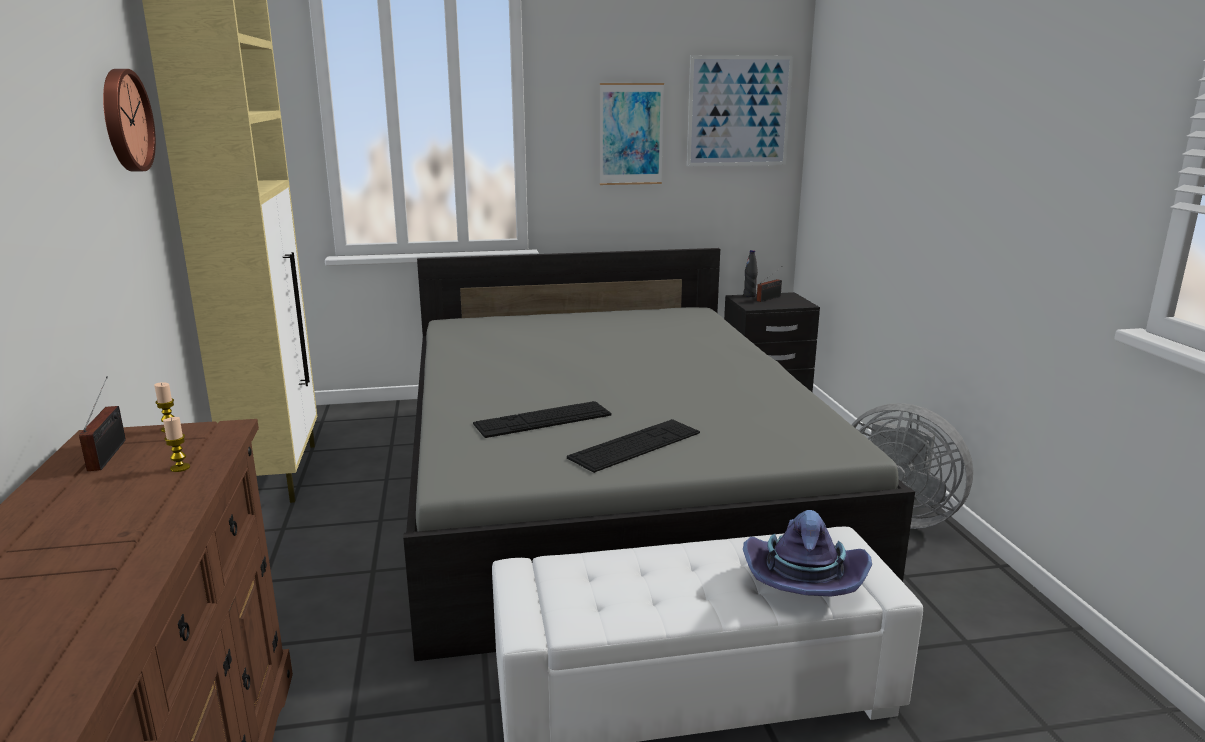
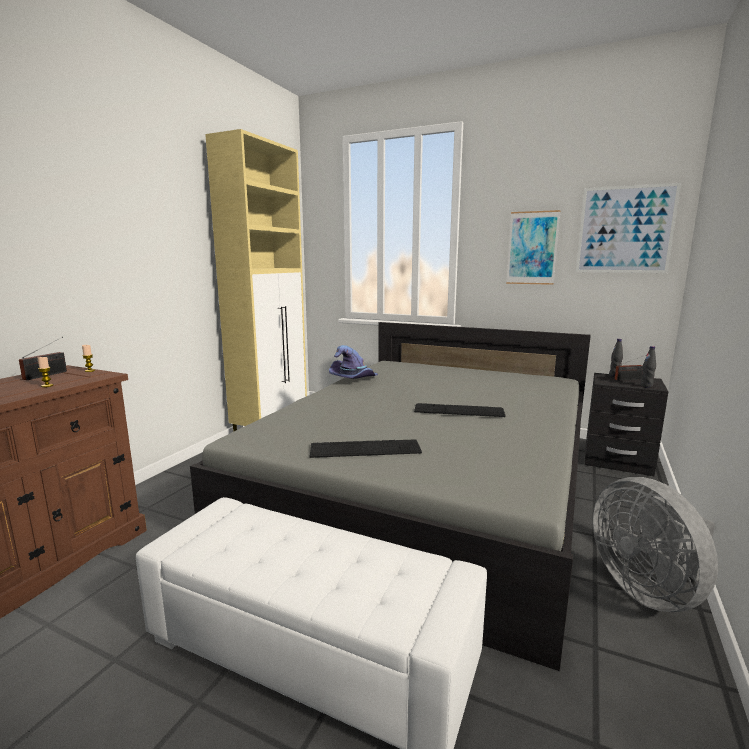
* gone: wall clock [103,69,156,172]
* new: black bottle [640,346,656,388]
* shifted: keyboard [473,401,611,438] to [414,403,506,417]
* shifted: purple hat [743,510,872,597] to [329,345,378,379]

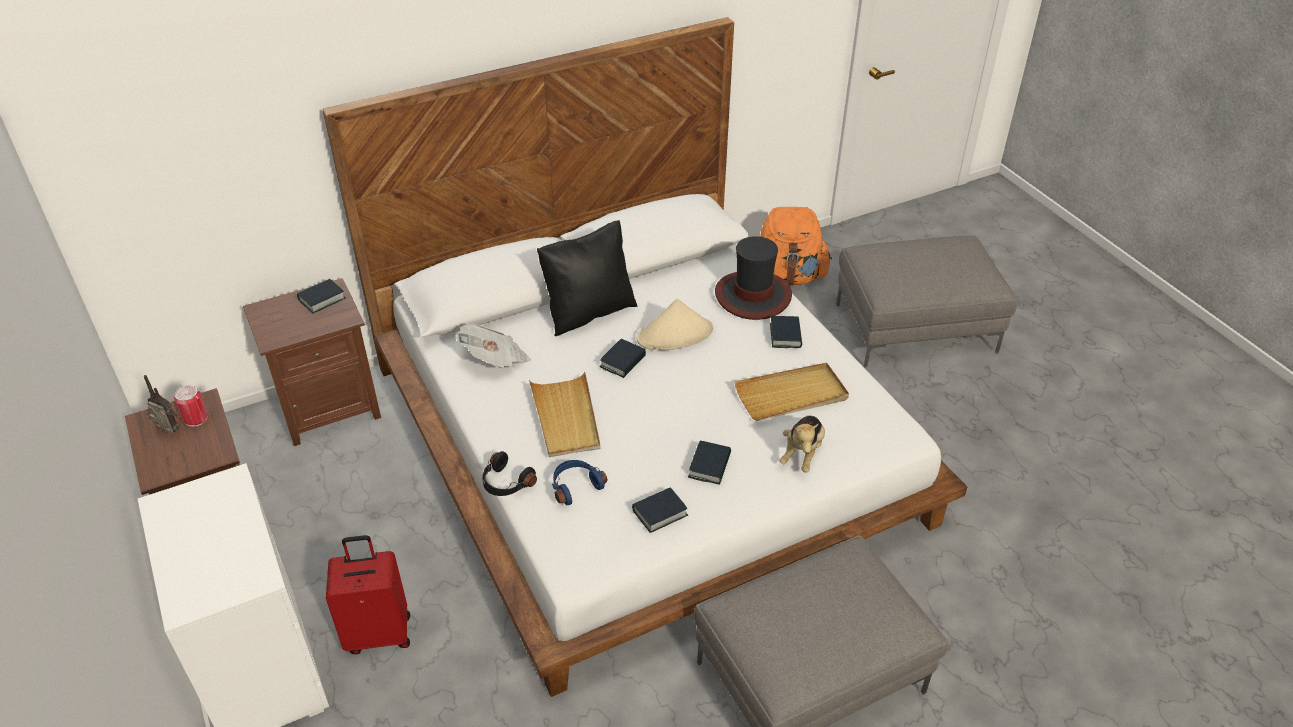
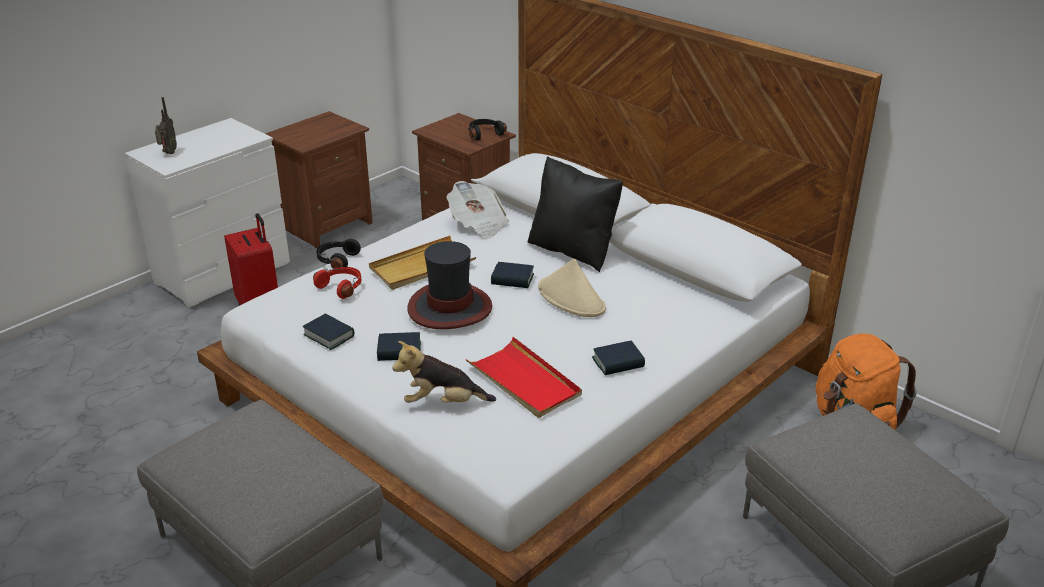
* gone: can [174,385,209,427]
* shifted: radio [144,375,180,434] to [155,97,177,154]
* shifted: hat [715,236,792,320] to [408,241,492,329]
* swapped: book [297,279,346,313] to black headphones [468,119,507,140]
* repainted: blue headphones [552,460,608,505] to red headphones [313,267,361,299]
* repainted: beige tray [735,363,849,421] to red tray [466,337,582,418]

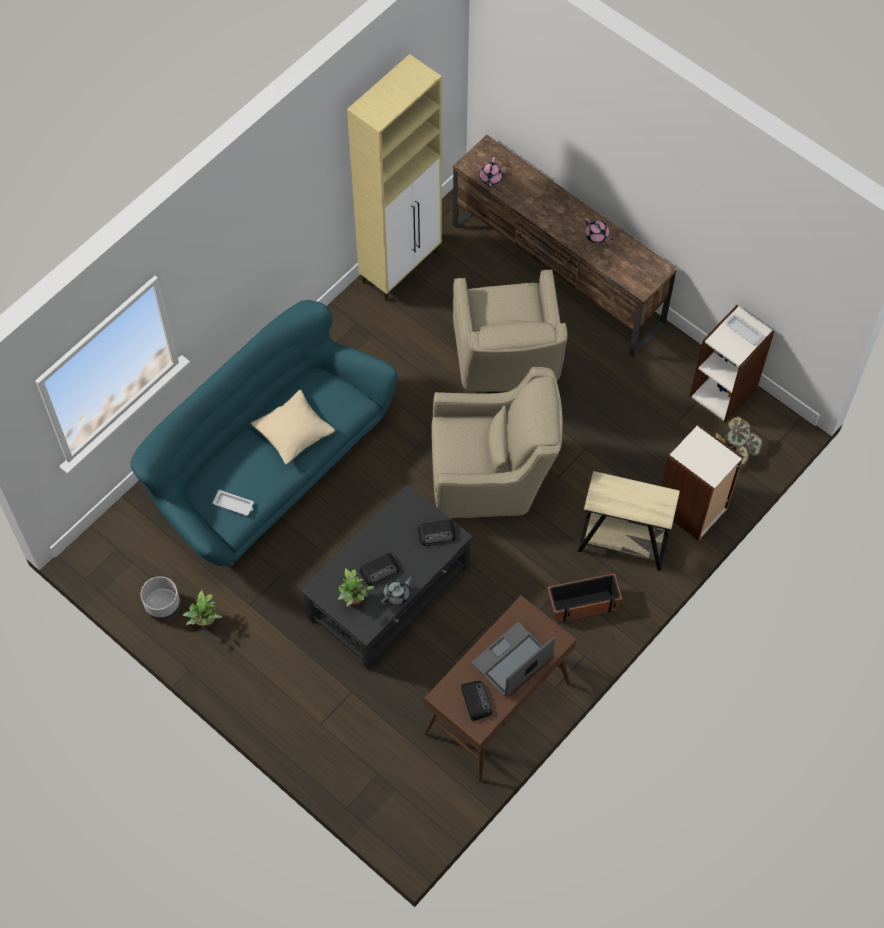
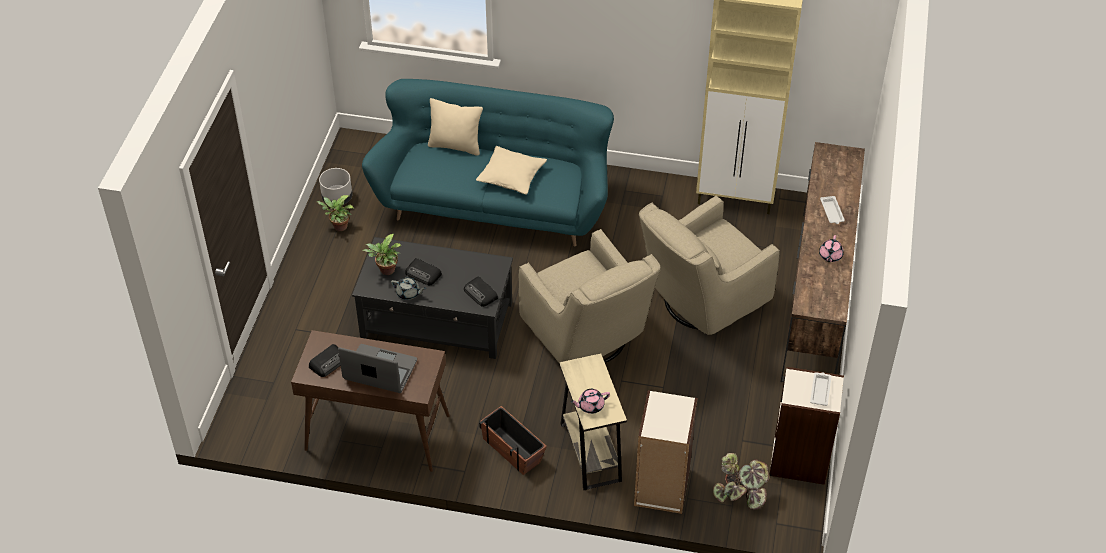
* new: beige pillow [428,98,483,156]
* shifted: white tray [213,490,254,516] to [820,196,845,224]
* shifted: pink teapot [479,157,503,186] to [571,389,610,414]

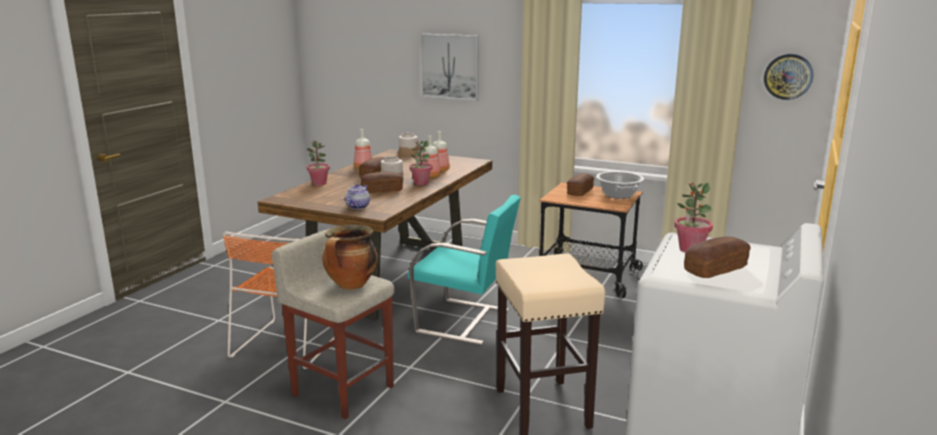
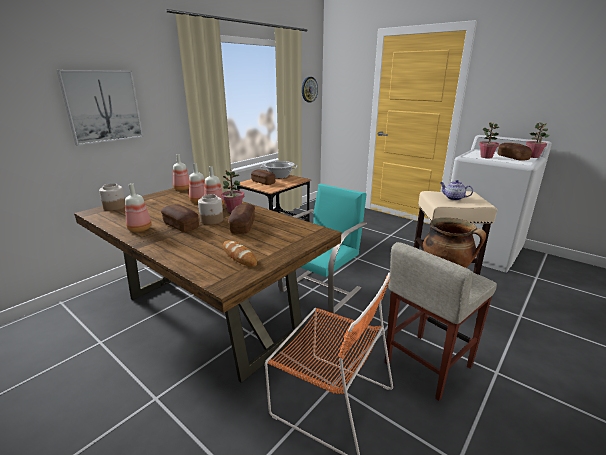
* new: bottle [173,154,189,191]
* new: bread [223,241,257,267]
* shifted: potted plant [306,140,330,186] to [526,122,549,158]
* shifted: teapot [345,184,370,209] to [440,180,473,201]

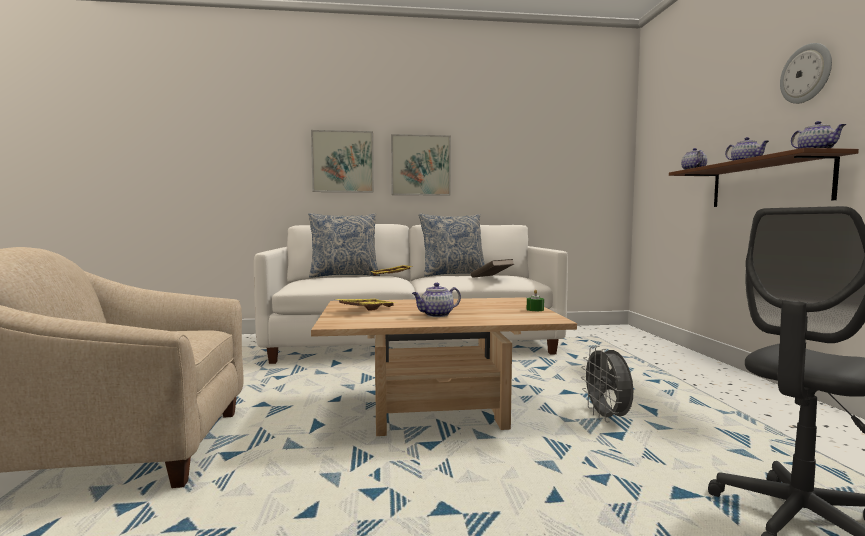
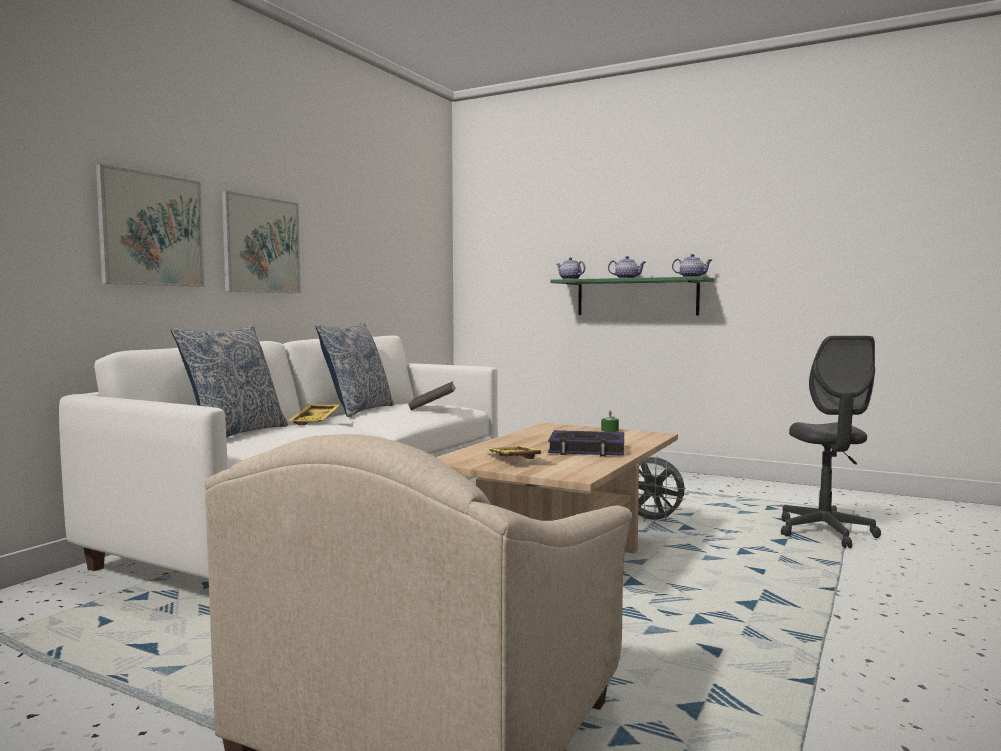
* gone: wall clock [780,43,832,104]
* swapped: teapot [412,283,461,317] to book [548,430,624,456]
* repainted: brown shelf [669,148,859,207] to green shelf [550,277,714,315]

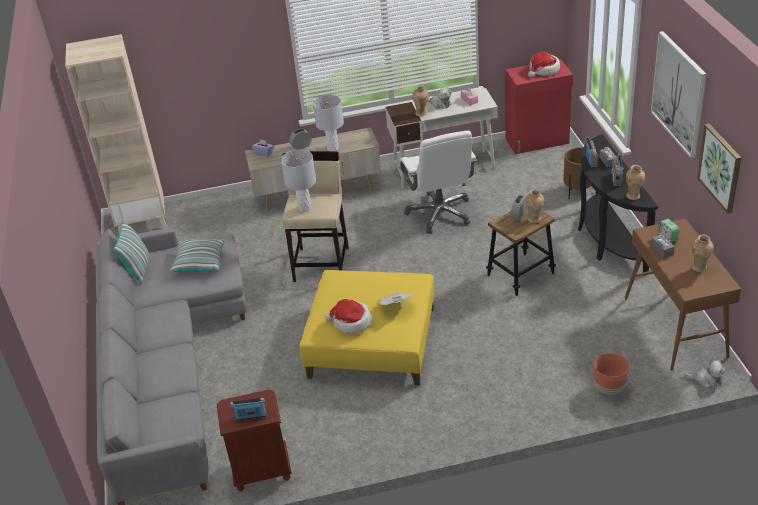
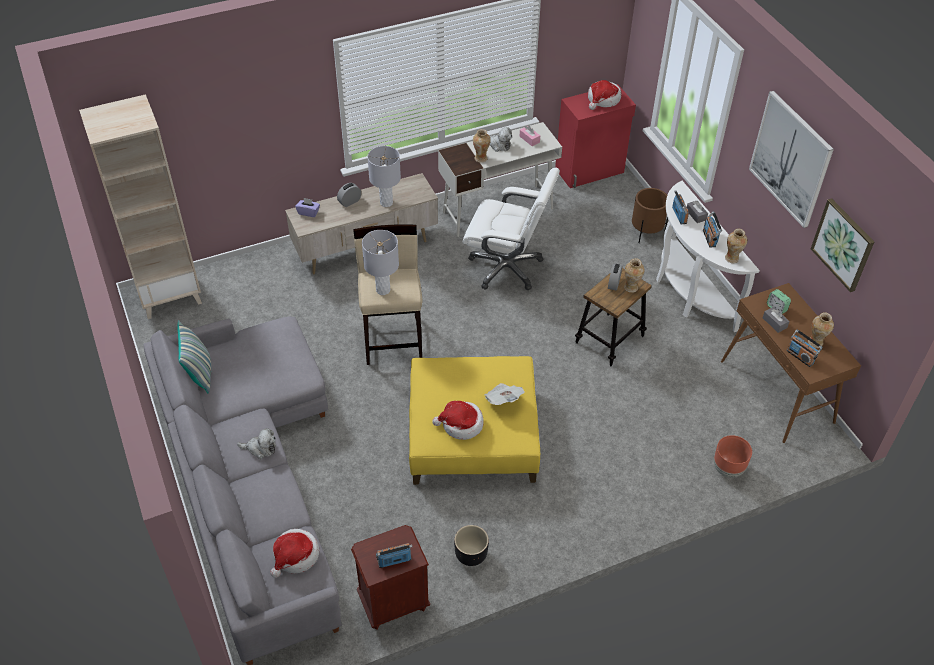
* gone: pillow [169,239,225,272]
* new: hat [270,529,319,578]
* new: black planter [454,525,489,566]
* new: radio [787,330,822,367]
* shifted: plush toy [684,360,726,389] to [237,428,276,459]
* repainted: black console table [578,134,658,272] to white console table [656,181,760,332]
* rotated: white office chair [400,131,477,234] = [463,168,560,290] 45 degrees counterclockwise

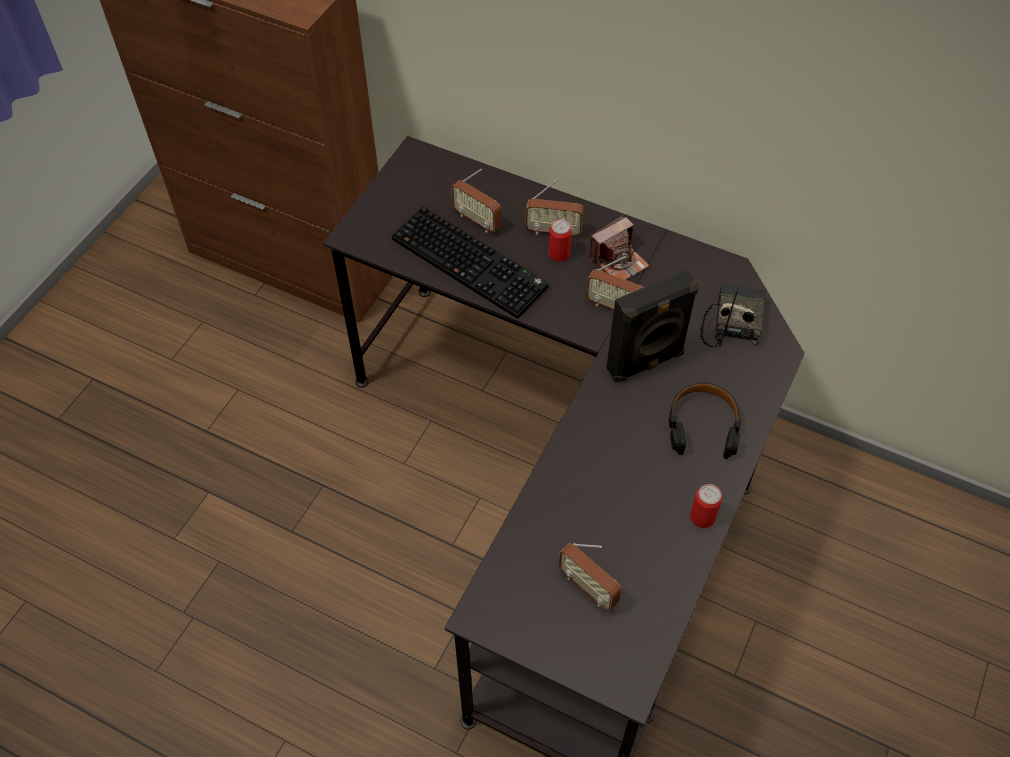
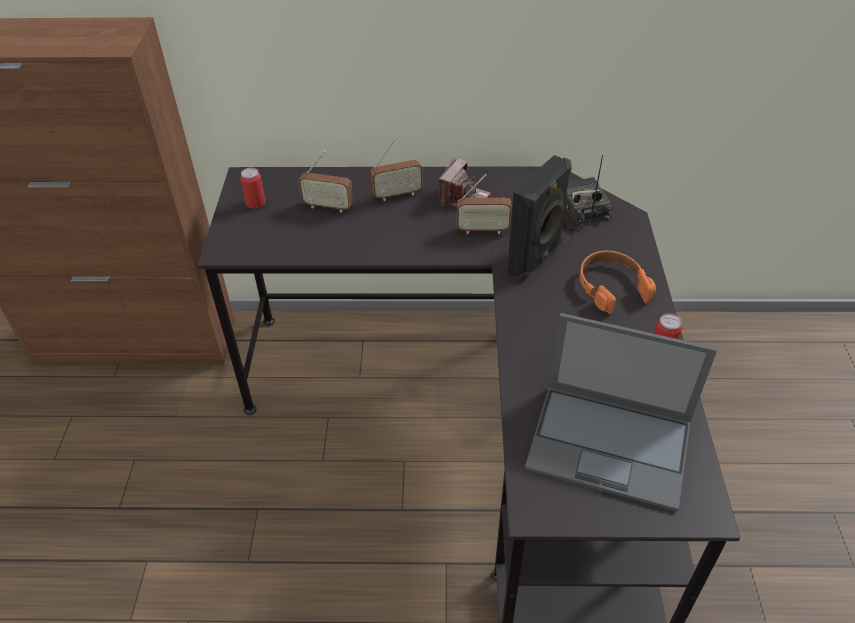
* gone: keyboard [391,206,549,319]
* shifted: can [548,219,572,262] to [240,168,265,209]
* swapped: radio [558,543,622,611] to laptop [525,313,717,511]
* repainted: black headphones [669,382,741,459] to orange headphones [579,251,656,314]

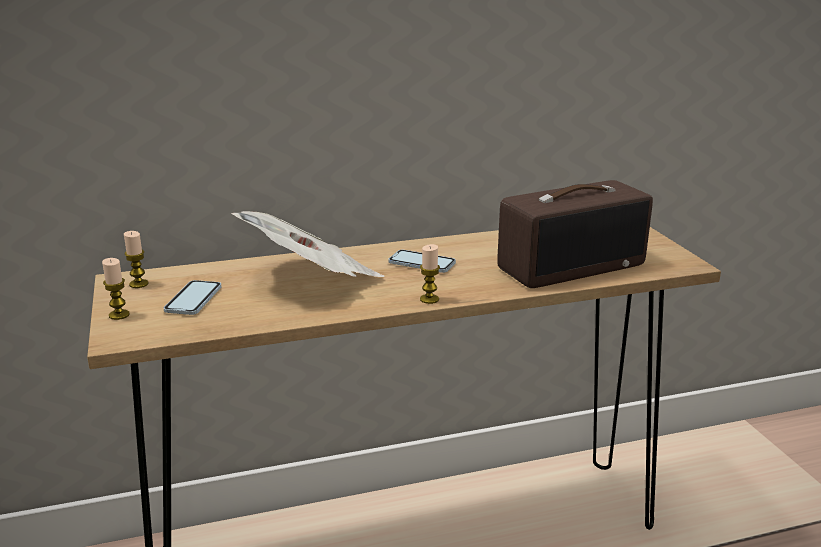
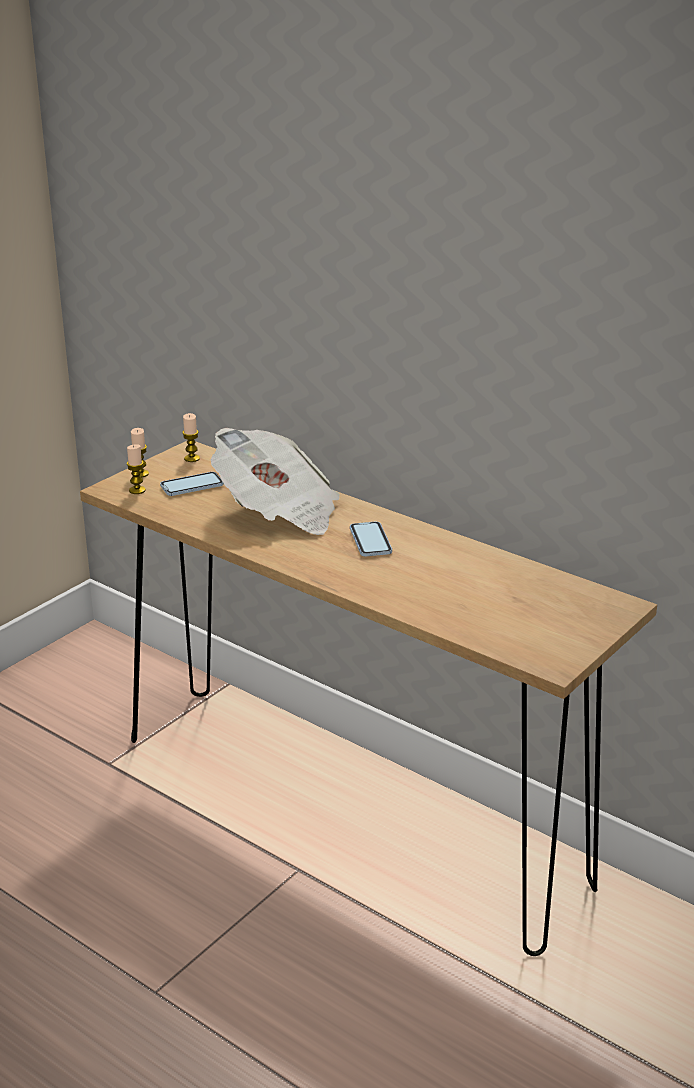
* gone: radio [497,180,653,288]
* shifted: candle [420,244,440,304] to [127,444,146,494]

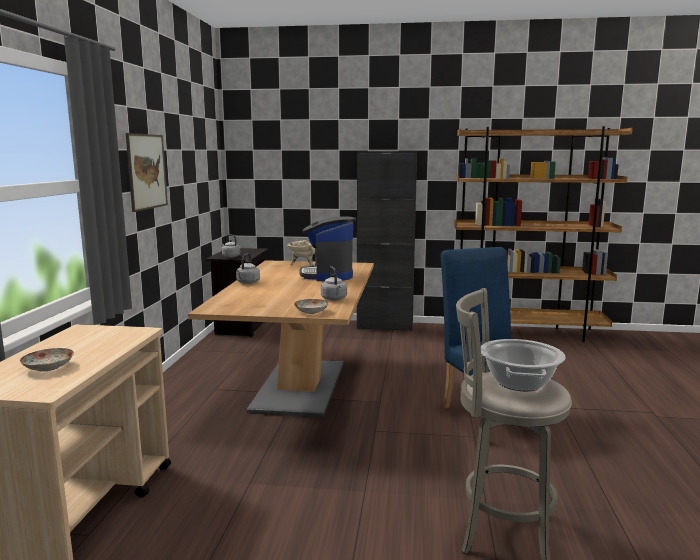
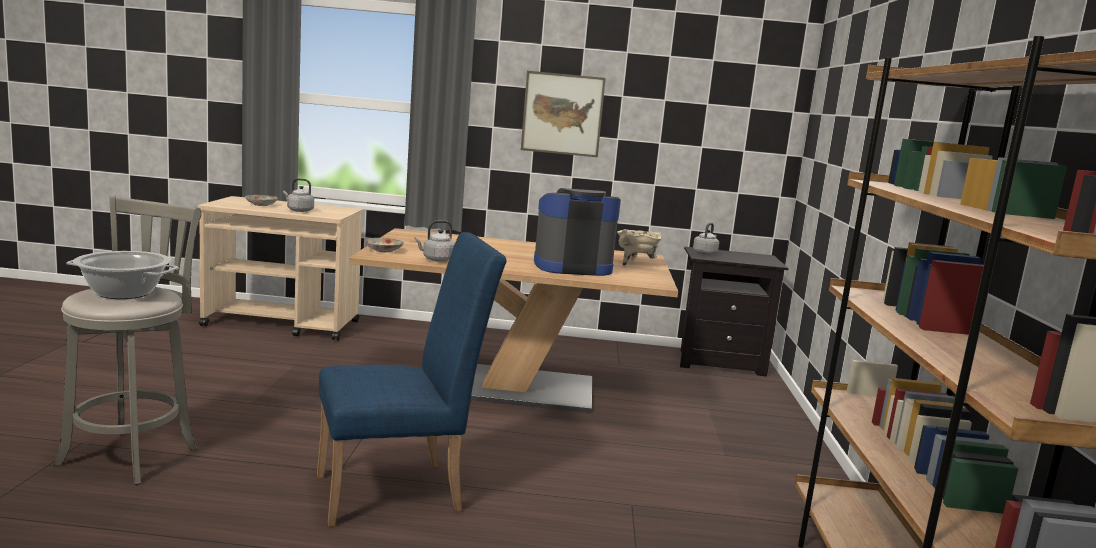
* gone: black cabinet [357,151,417,331]
* shifted: grey kettle [236,253,260,284] to [283,178,314,212]

